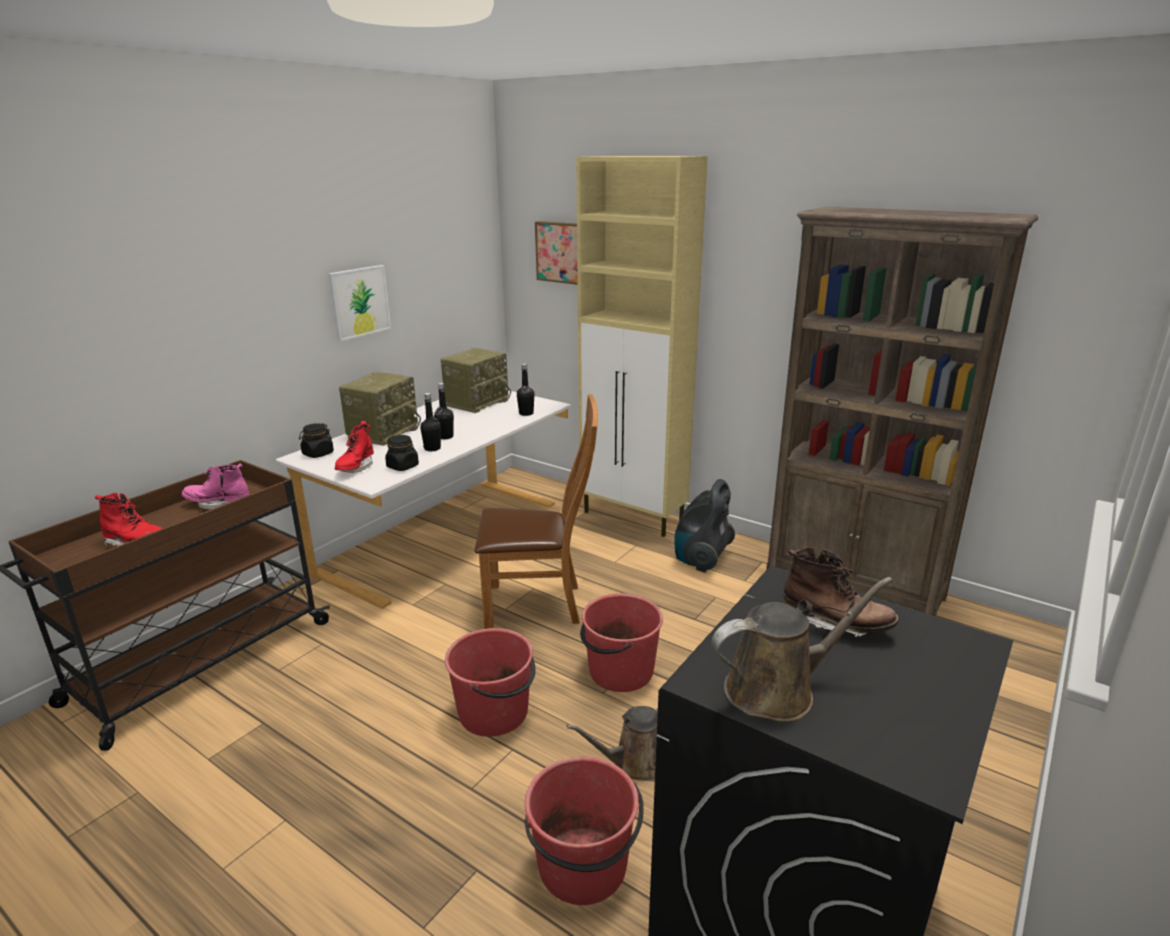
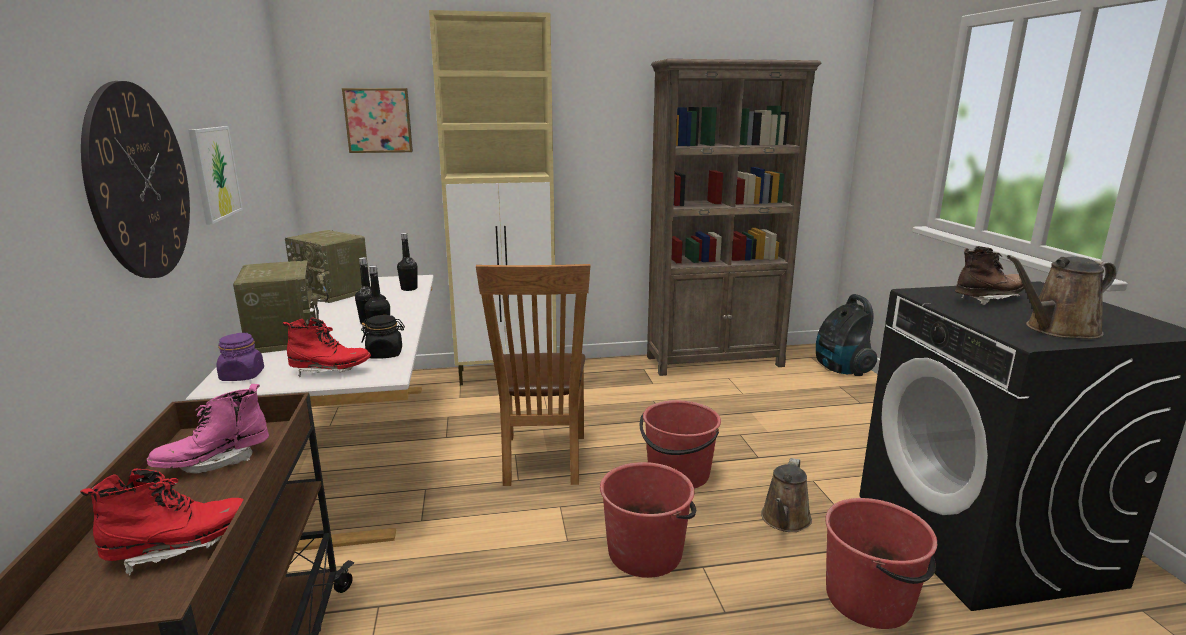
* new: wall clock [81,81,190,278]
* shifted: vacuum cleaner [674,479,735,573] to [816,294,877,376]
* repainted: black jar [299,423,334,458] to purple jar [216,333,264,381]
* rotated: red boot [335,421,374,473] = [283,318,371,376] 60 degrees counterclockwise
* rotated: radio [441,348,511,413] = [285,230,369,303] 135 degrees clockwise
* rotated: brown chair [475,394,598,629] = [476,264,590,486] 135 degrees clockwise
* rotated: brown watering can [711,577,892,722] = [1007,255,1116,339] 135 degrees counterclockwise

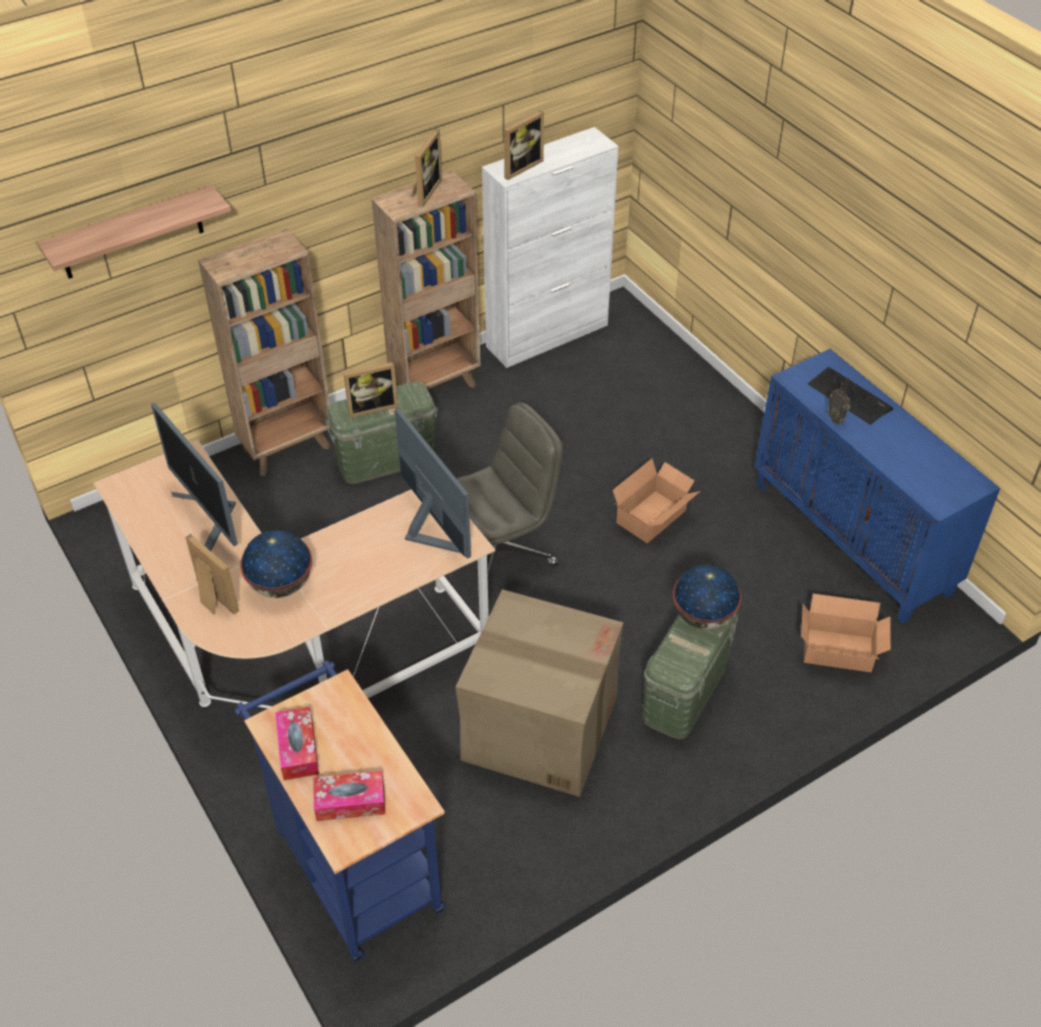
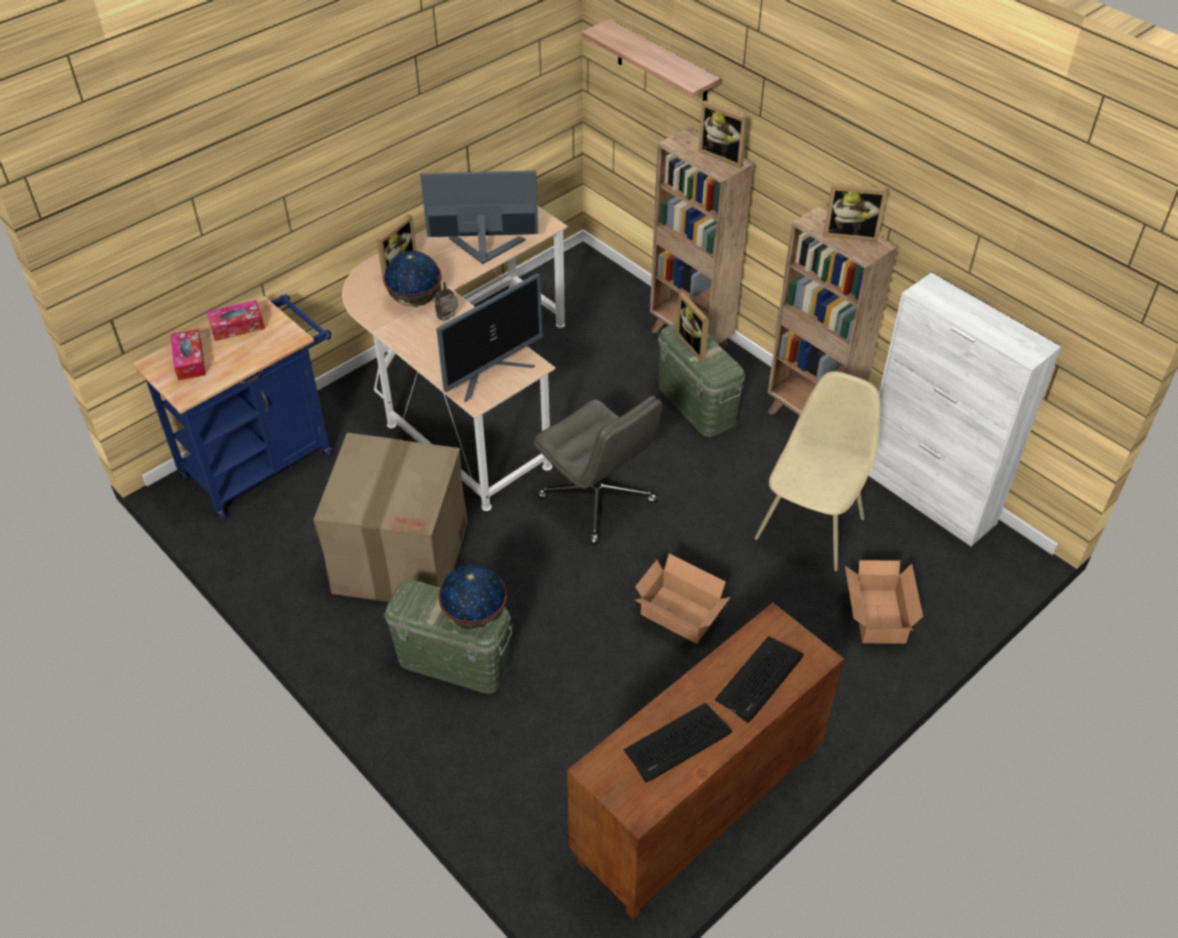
* new: keyboard [624,703,733,783]
* new: beige chair [755,372,880,571]
* shifted: picture frame [504,110,544,180] to [698,100,748,168]
* shifted: cardboard box [801,594,891,672] to [845,560,923,644]
* shifted: radio [828,377,850,424] to [434,276,458,321]
* repainted: blue cabinet [755,349,1000,623] to brown cabinet [567,603,844,920]
* rotated: monitor [151,403,238,551] = [420,170,538,264] 45 degrees clockwise

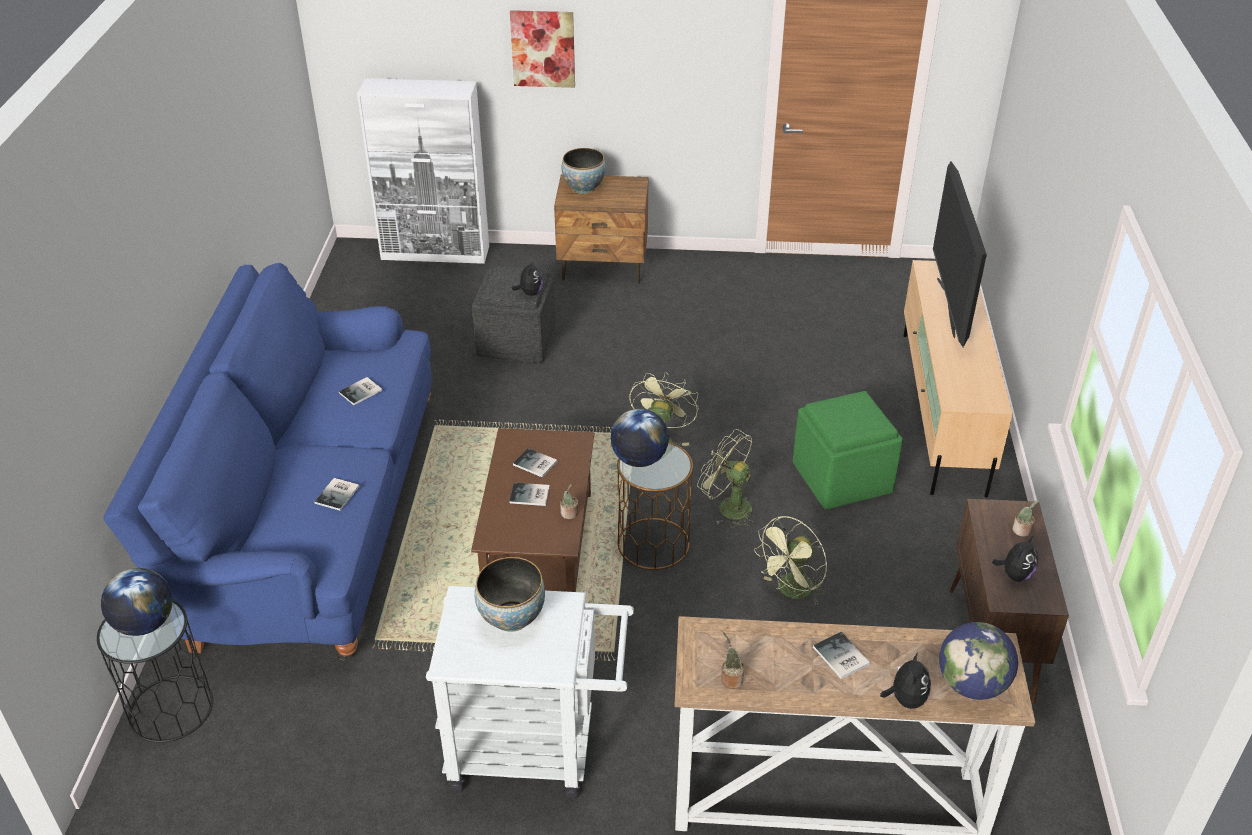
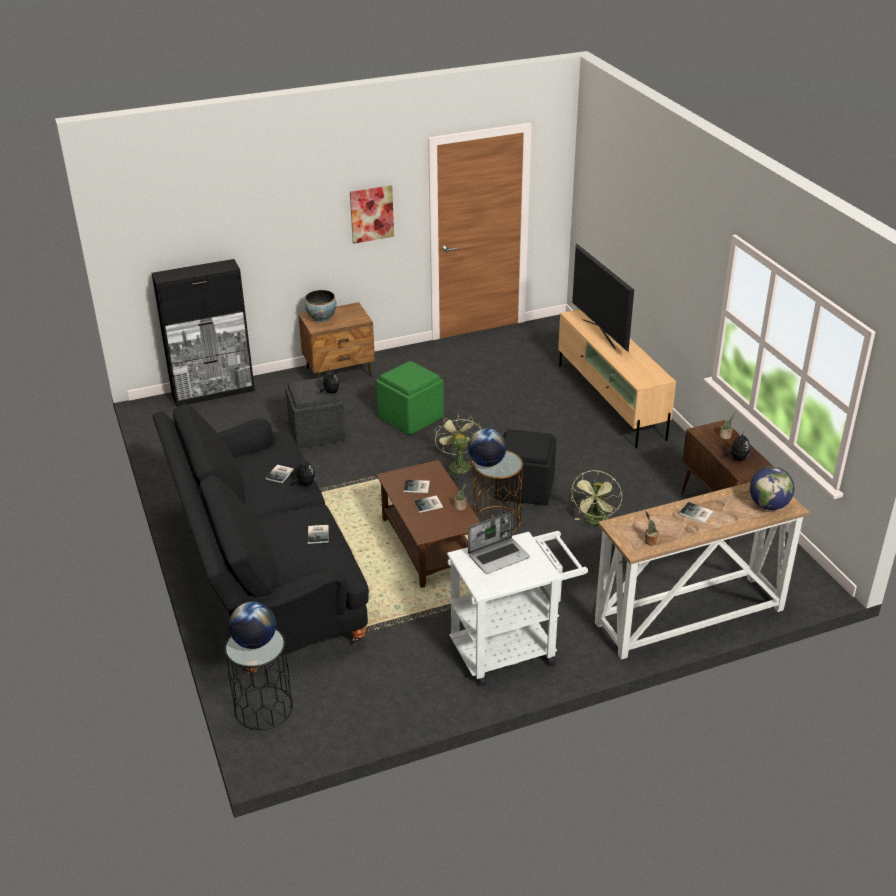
* shifted: picture [510,10,575,88] to [350,185,394,244]
* shifted: green ottoman [793,391,903,509] to [376,361,444,435]
* shifted: plush toy [880,652,931,709] to [292,457,315,486]
* swapped: bowl [474,557,545,632] to laptop [468,511,530,574]
* swapped: green fan [697,429,754,528] to black ottoman [495,429,556,506]
* repainted: blue sofa [103,263,432,661] to black sofa [152,404,369,674]
* repainted: white cabinet [357,78,489,264] to black cabinet [152,259,255,407]

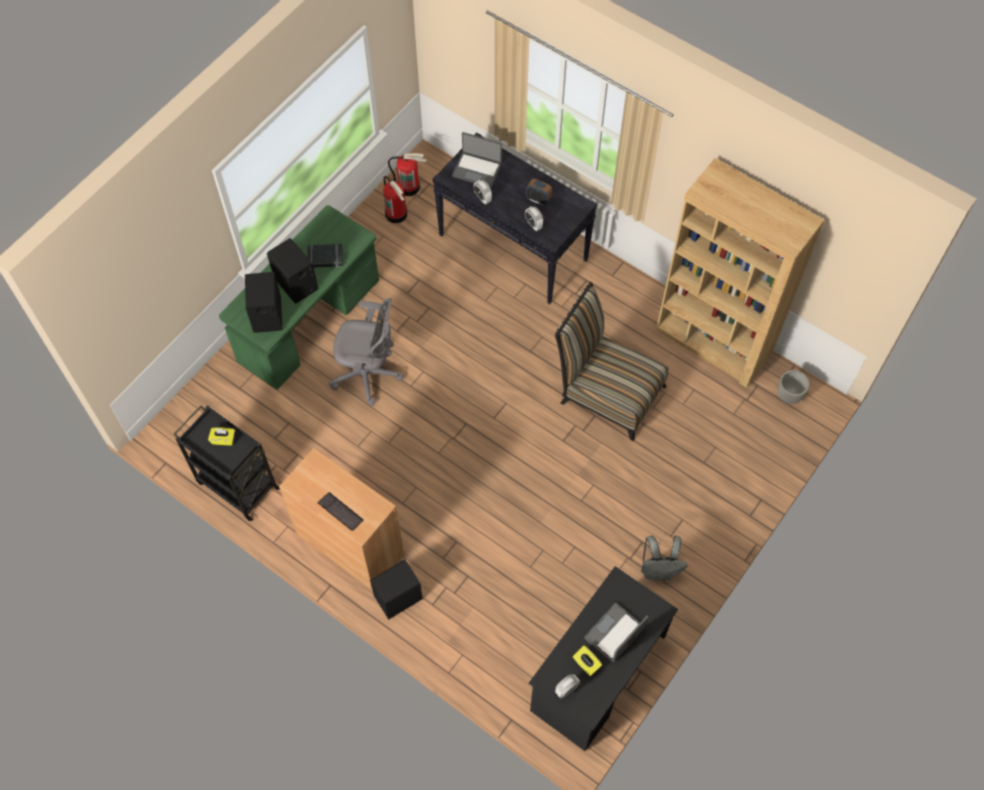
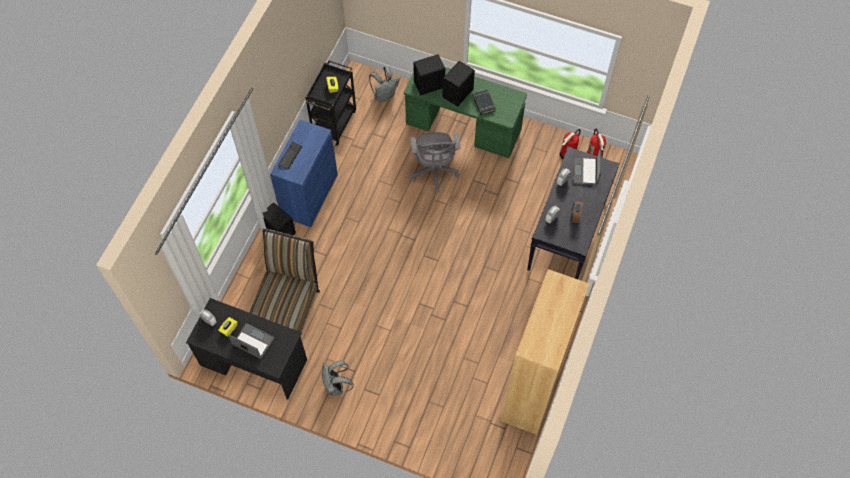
* gone: planter [778,370,809,404]
* new: grey backpack [369,66,399,102]
* shifted: chair [555,282,668,441] to [249,229,320,332]
* repainted: brown cabinet [279,448,404,591] to blue cabinet [270,120,338,227]

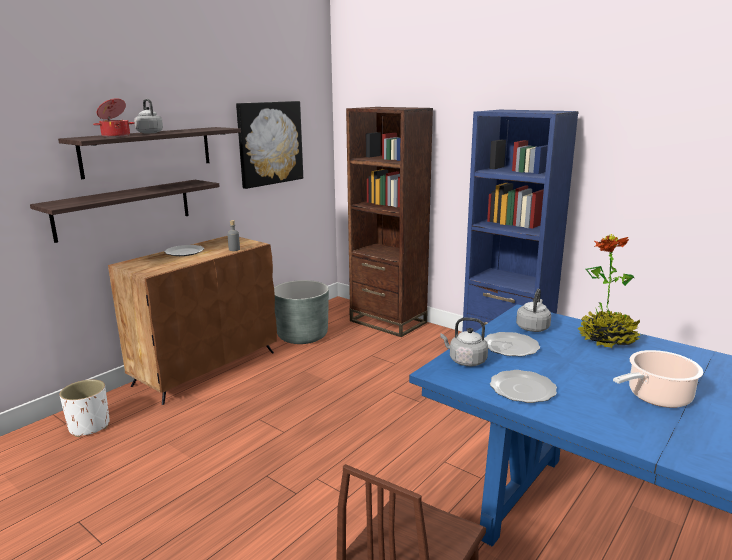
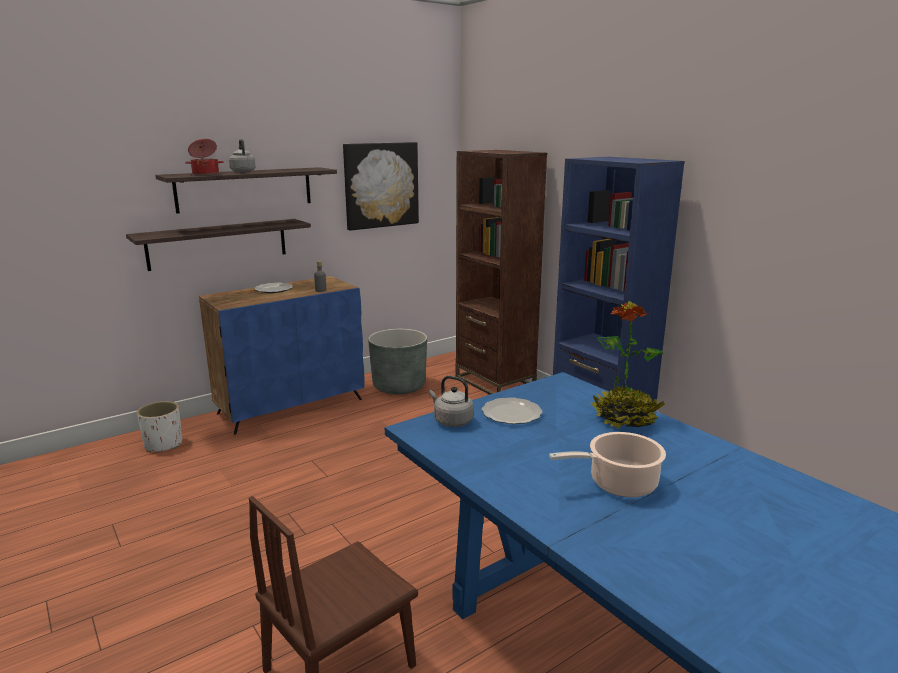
* gone: plate [490,370,557,403]
* gone: grey kettle [516,289,551,332]
* repainted: brown cabinet [108,236,277,405] to blue cabinet [199,276,364,435]

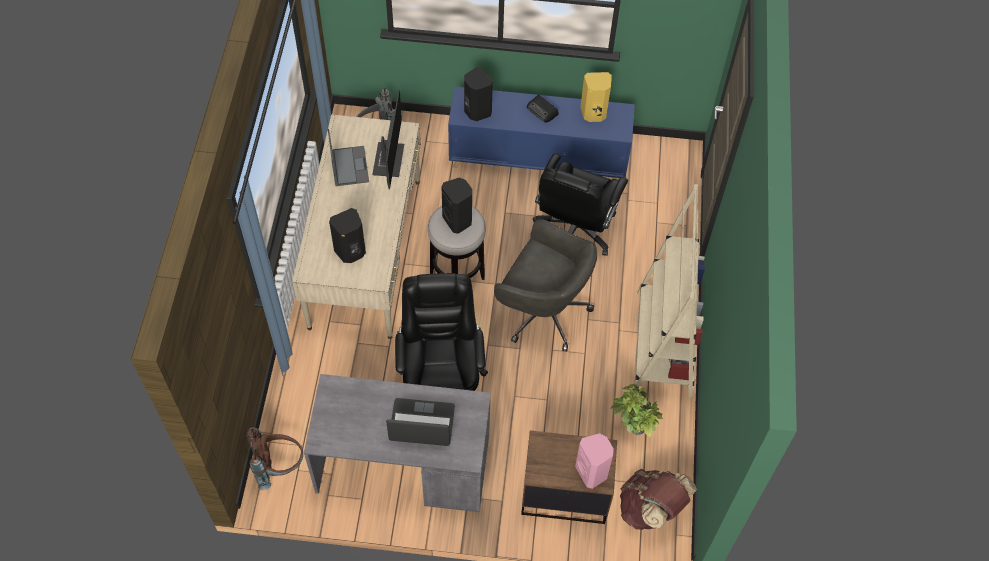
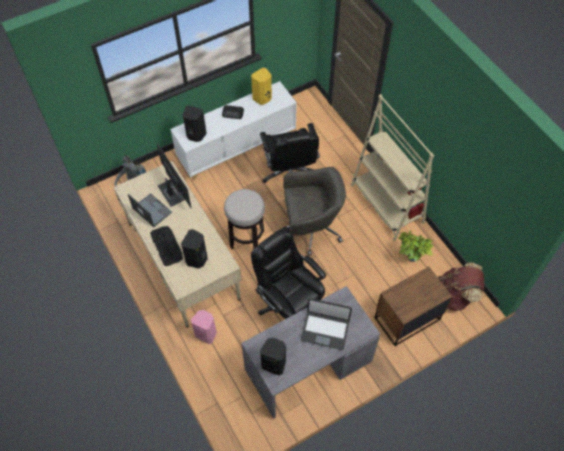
* gone: brown backpack [246,427,303,490]
* new: keyboard [150,226,183,266]
* shifted: black speaker [442,178,472,234] to [260,338,286,376]
* shifted: pink speaker [575,433,614,489] to [191,310,217,344]
* repainted: blue cabinet [448,86,635,180] to white cabinet [170,81,297,181]
* rotated: laptop [386,398,455,446] = [301,298,352,350] 135 degrees counterclockwise

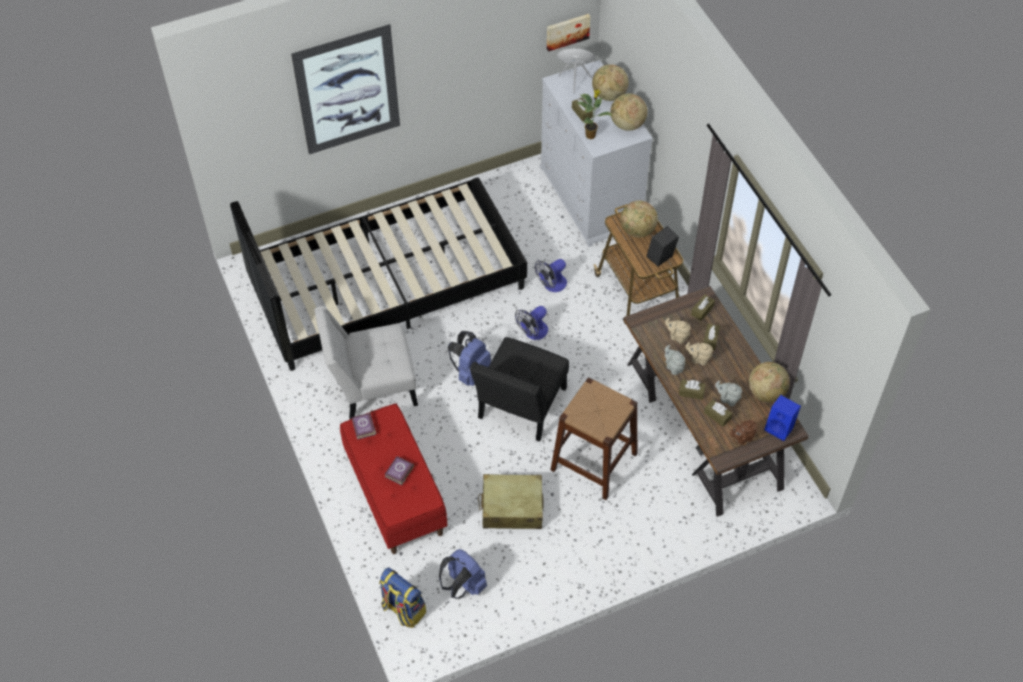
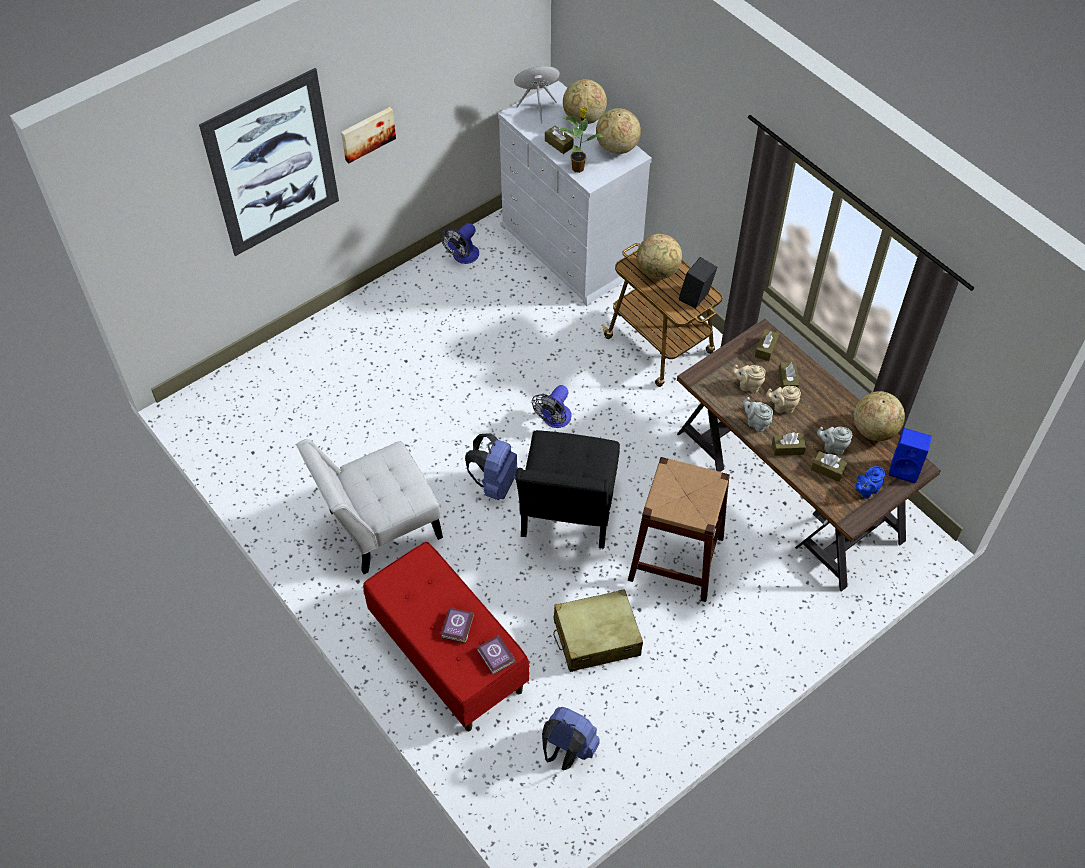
* gone: black bed [230,177,527,371]
* gone: backpack [379,567,426,628]
* shifted: book [351,413,376,440] to [477,635,516,675]
* shifted: fan [535,259,567,292] to [441,223,479,264]
* shifted: picture [547,14,590,52] to [341,107,396,164]
* repainted: brown teapot [730,420,757,445] to blue teapot [855,466,885,498]

